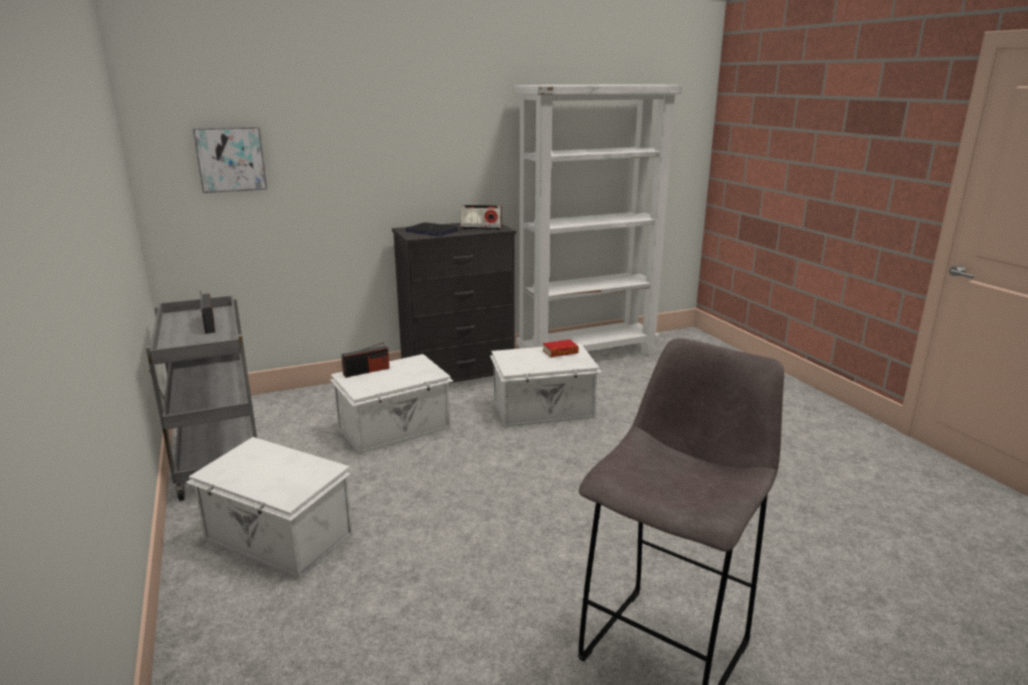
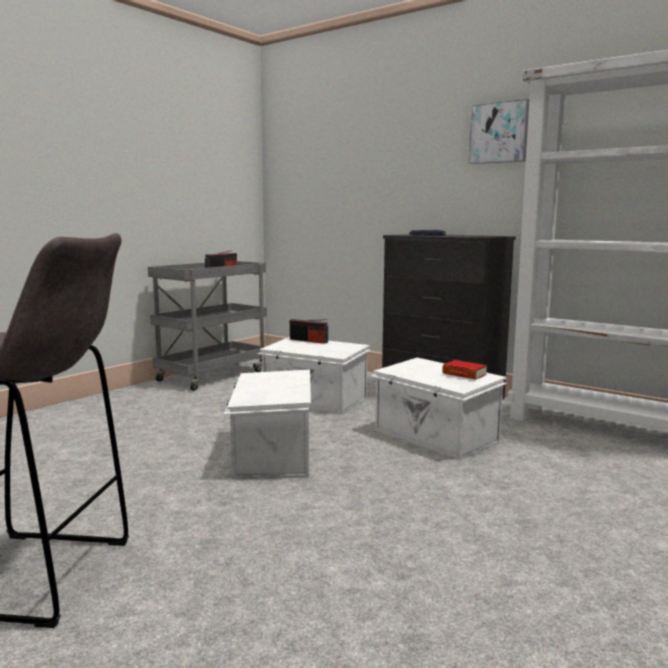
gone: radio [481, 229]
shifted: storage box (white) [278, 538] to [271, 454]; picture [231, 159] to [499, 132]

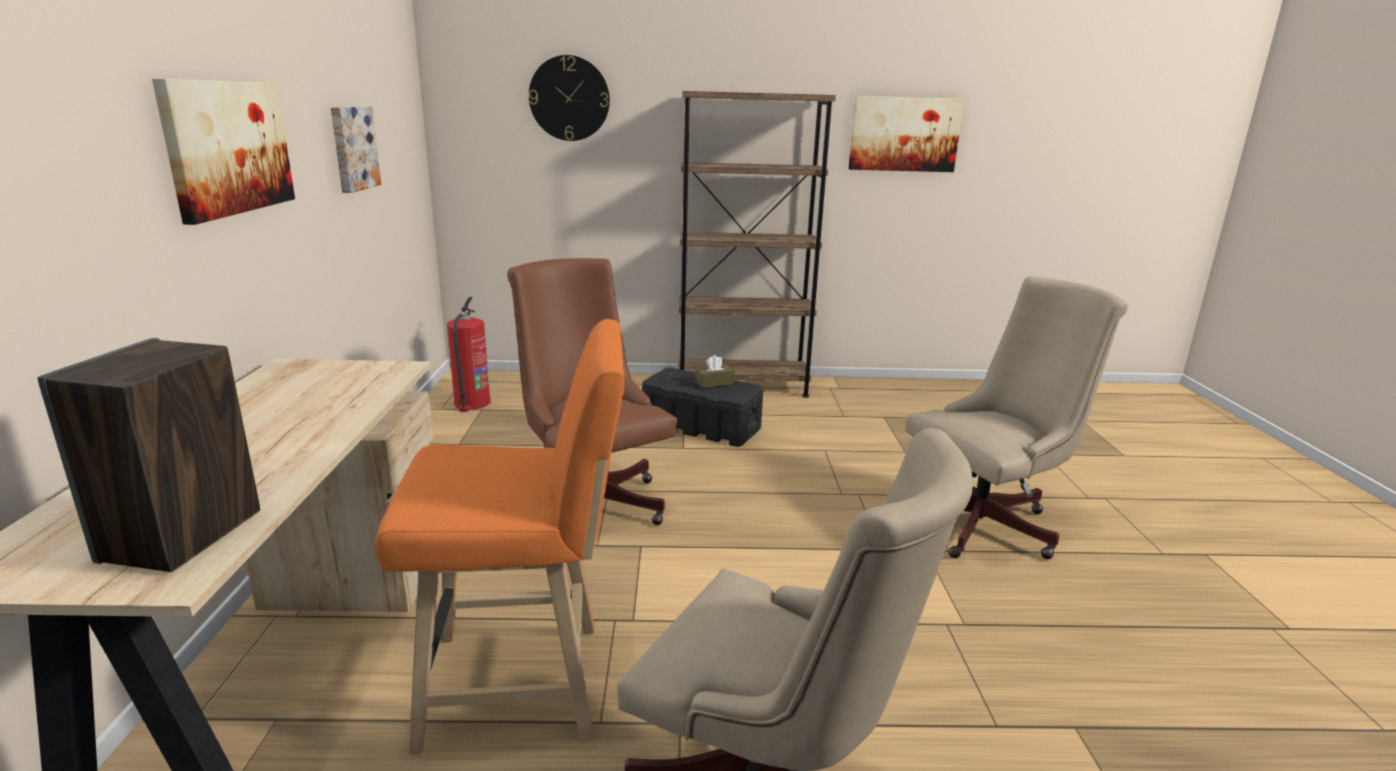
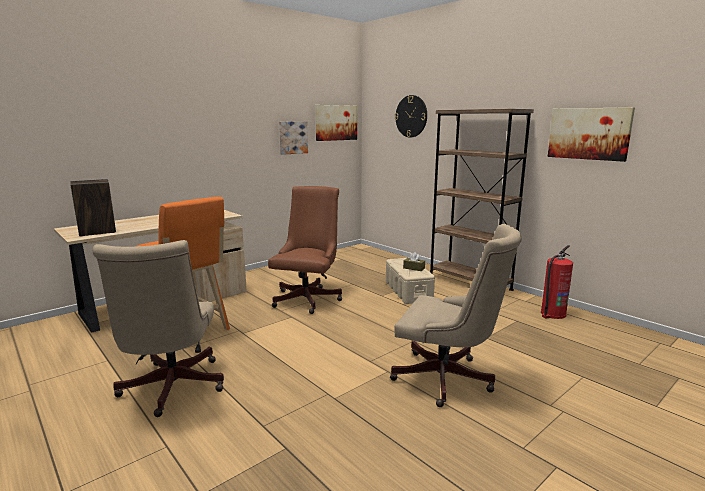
shifted: picture [227, 147] to [336, 122]; fire extinguisher [471, 403] to [552, 314]
repainted: storage box (black) [702, 426] to storage box (beige) [408, 291]

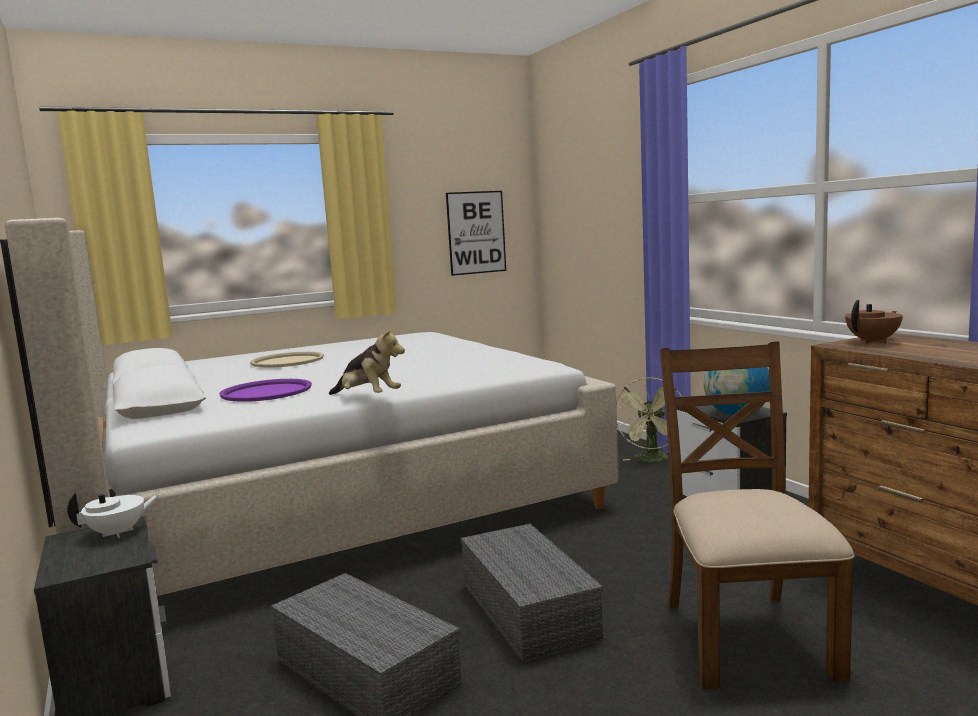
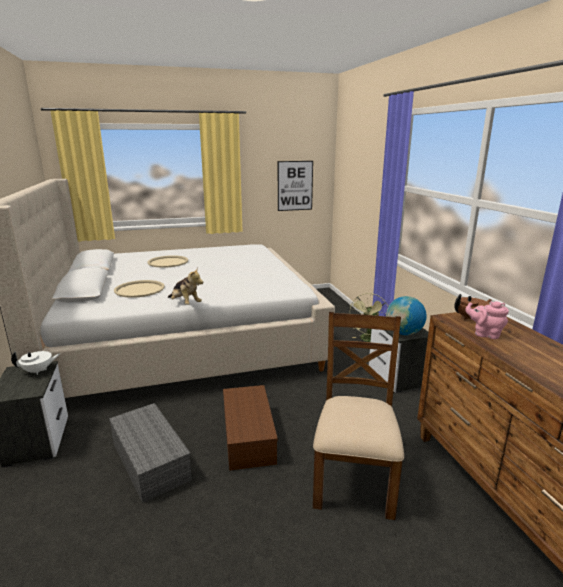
new: teapot (pink) [485, 334]
repainted: tray (purple) [266, 392] to tray (beige) [139, 289]; storage box (grey) [525, 610] to storage box (brown) [247, 435]

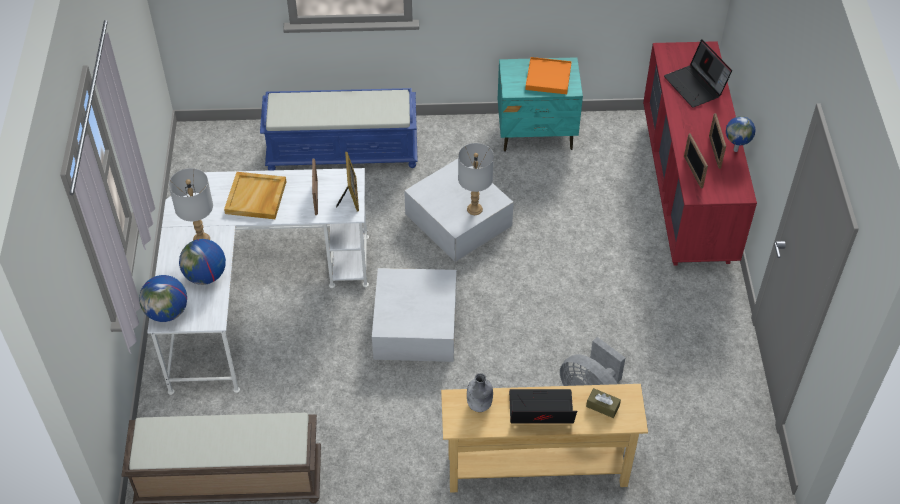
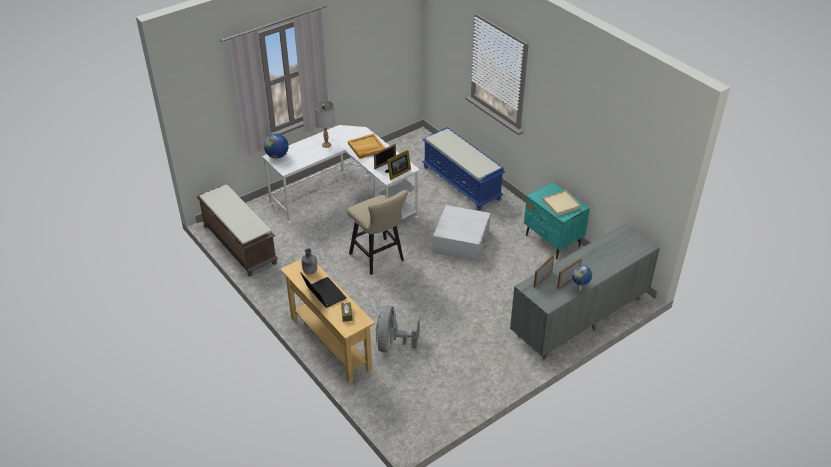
gone: globe [205, 276]; table lamp (grey) [474, 209]; laptop [696, 86]
swapped: storage box (white) [415, 325] to stool (beige) [379, 258]
repainted: tray (orange) [548, 77] to tray (beige) [561, 204]; dresser (red) [687, 190] to dresser (grey) [579, 317]

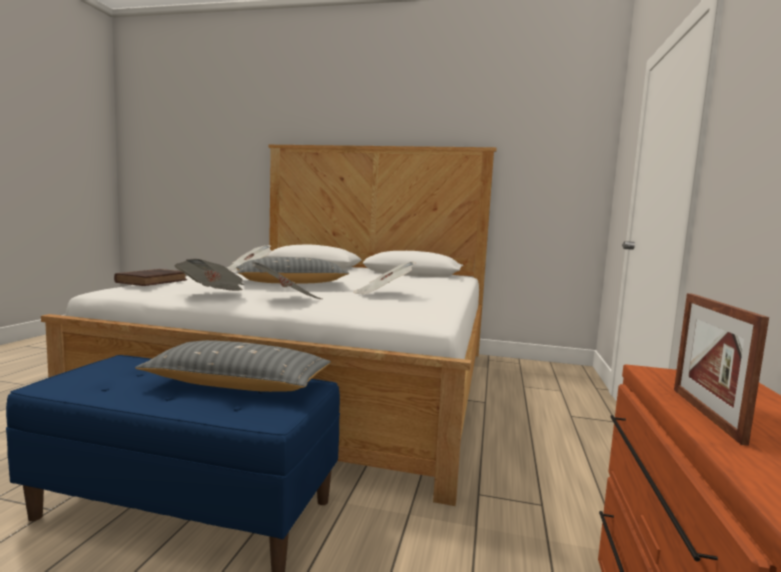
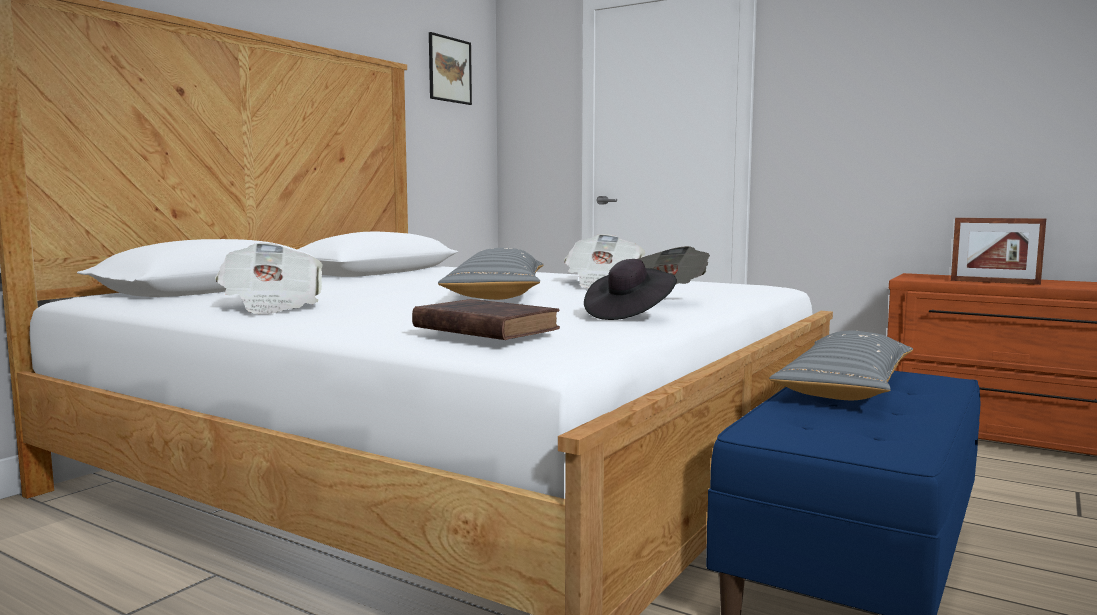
new: picture [449, 70]
swapped: newspaper [213, 294] to hat (black) [629, 314]

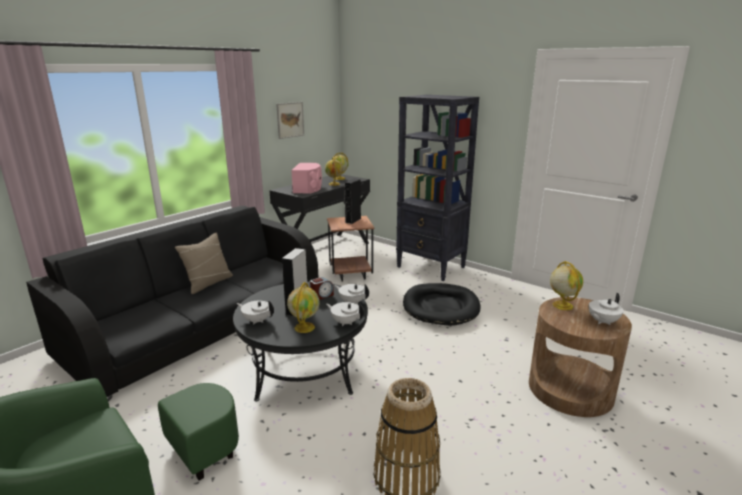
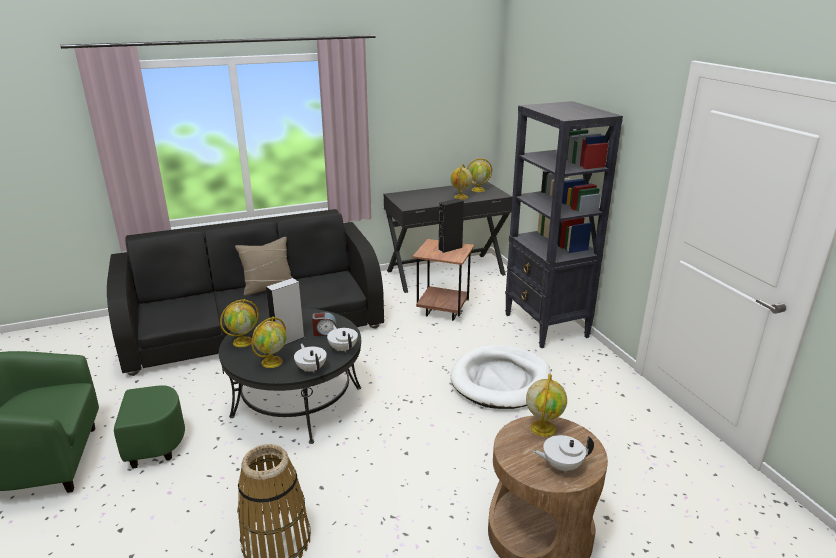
gone: picture [290, 120]; speaker (pink) [308, 188]
swapped: teapot (white) [257, 320] to globe [243, 341]
repainted: dog bed (black) [441, 307] to dog bed (white) [501, 380]

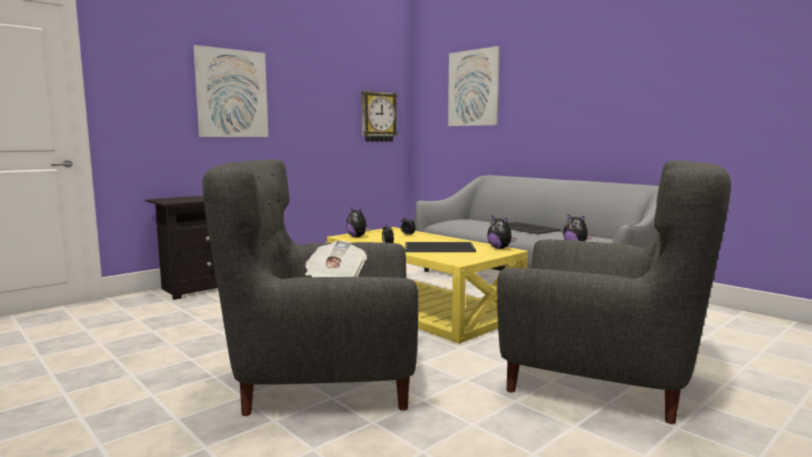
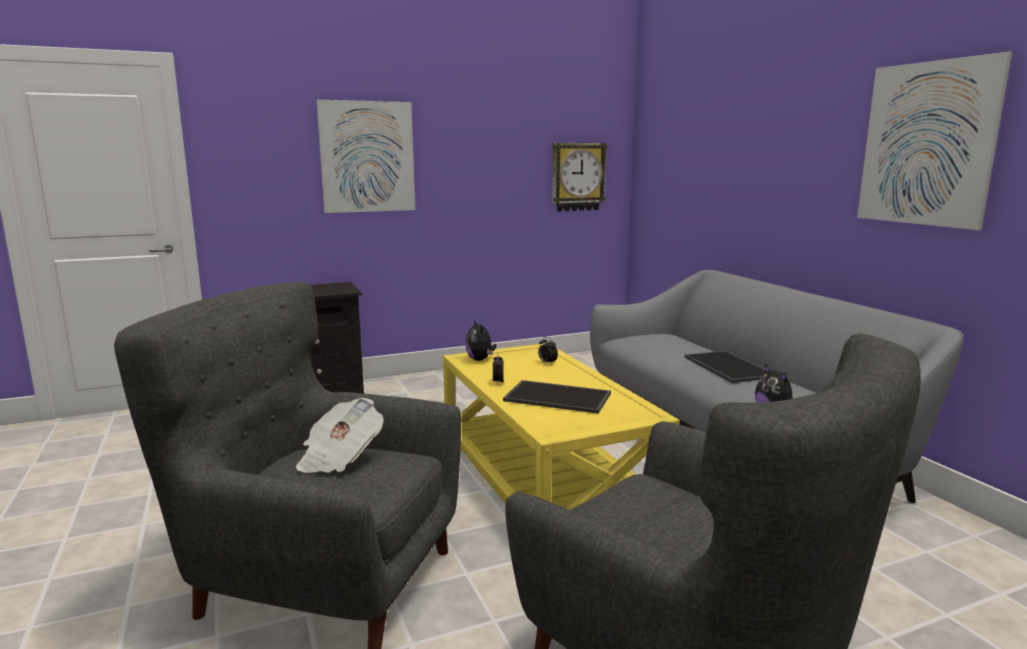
gone: plush toy [500, 248]
shifted: picture [473, 88] to [927, 144]

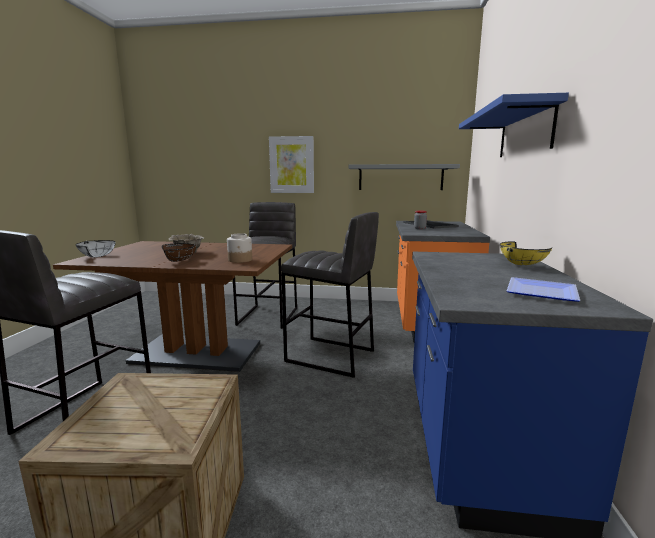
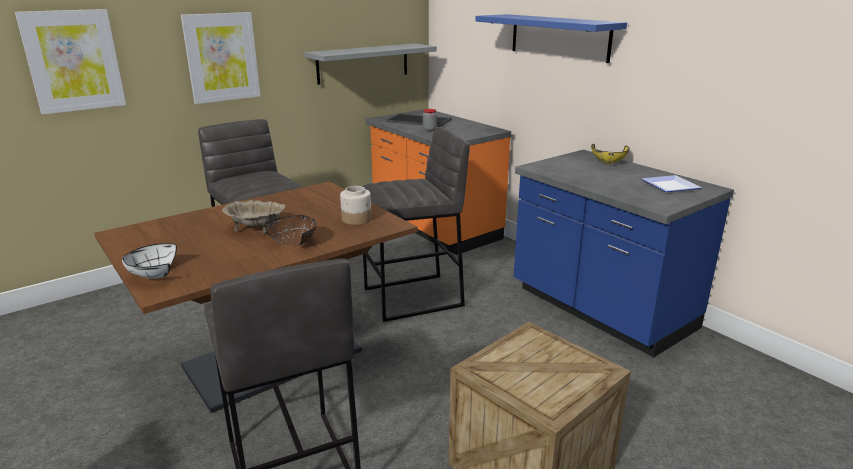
new: picture [73, 61]

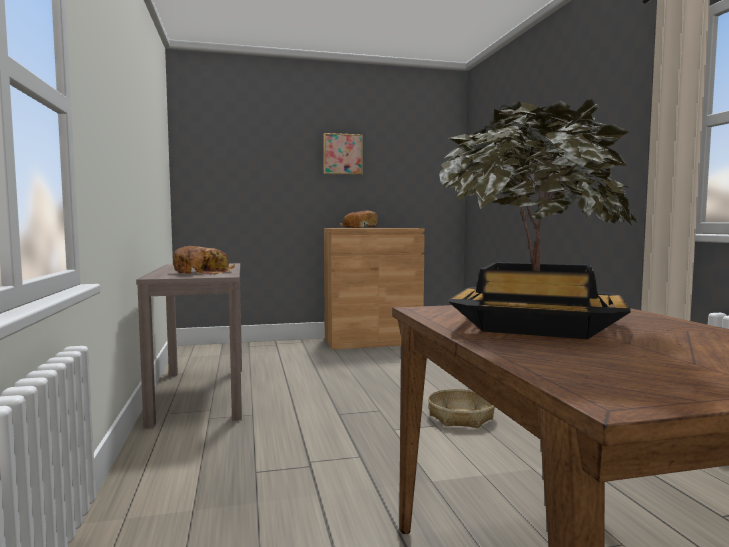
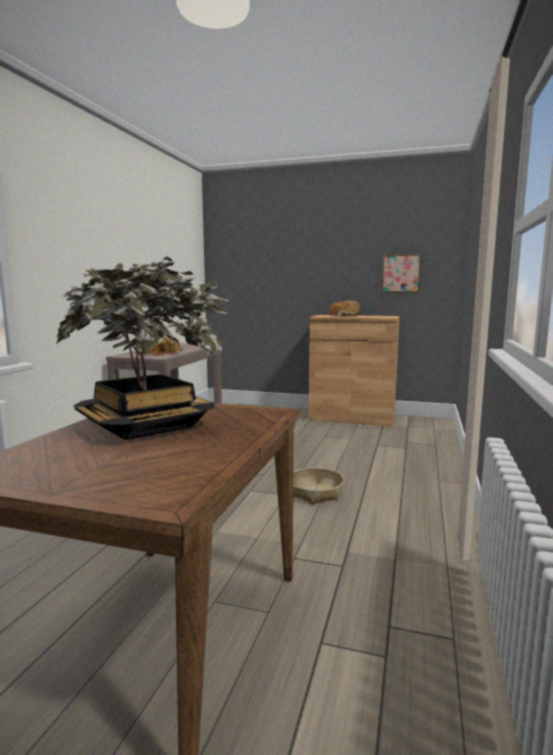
shifted: picture [342, 154] to [401, 273]

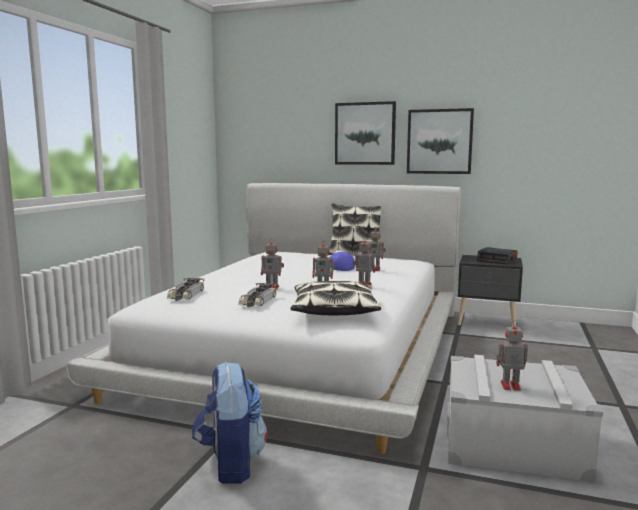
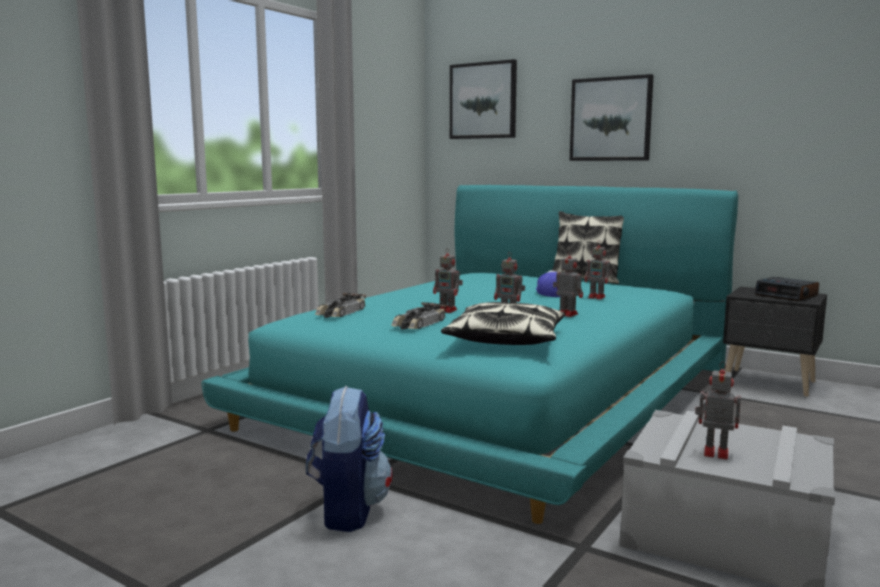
shifted: picture [439, 141] to [483, 100]
repainted: bed (white) [305, 348] to bed (turquoise) [499, 393]

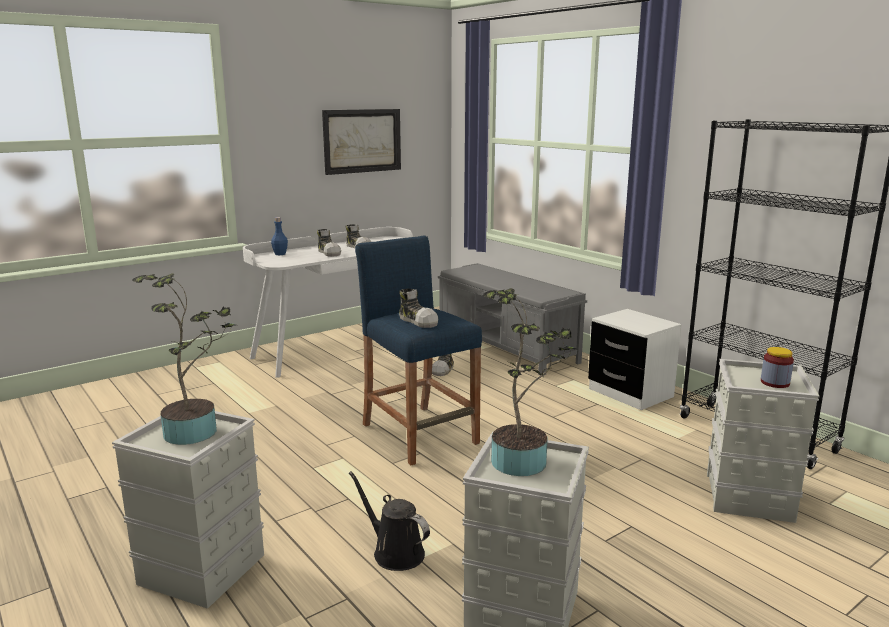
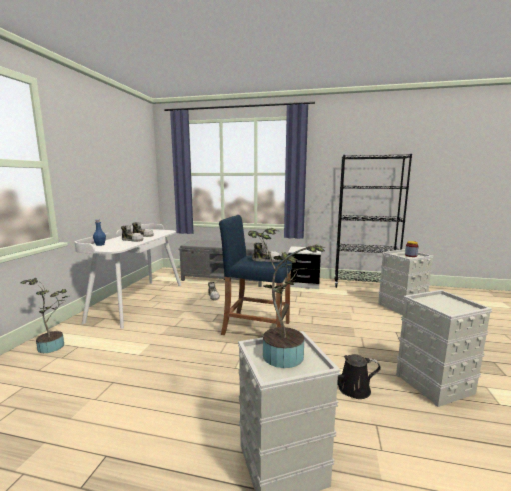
gone: picture [362, 141]
shifted: potted plant [524, 460] to [53, 345]

